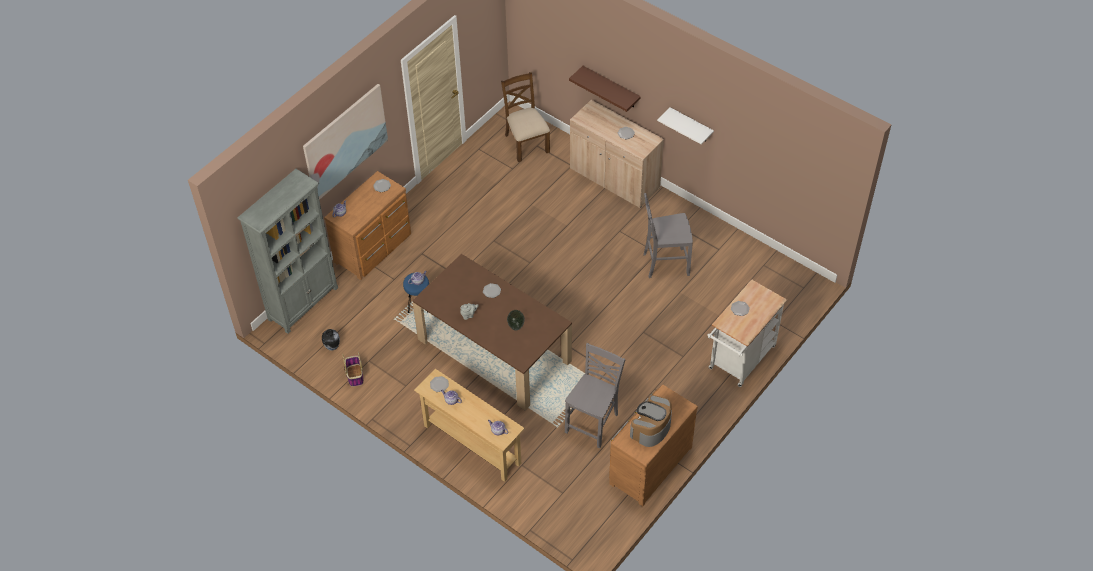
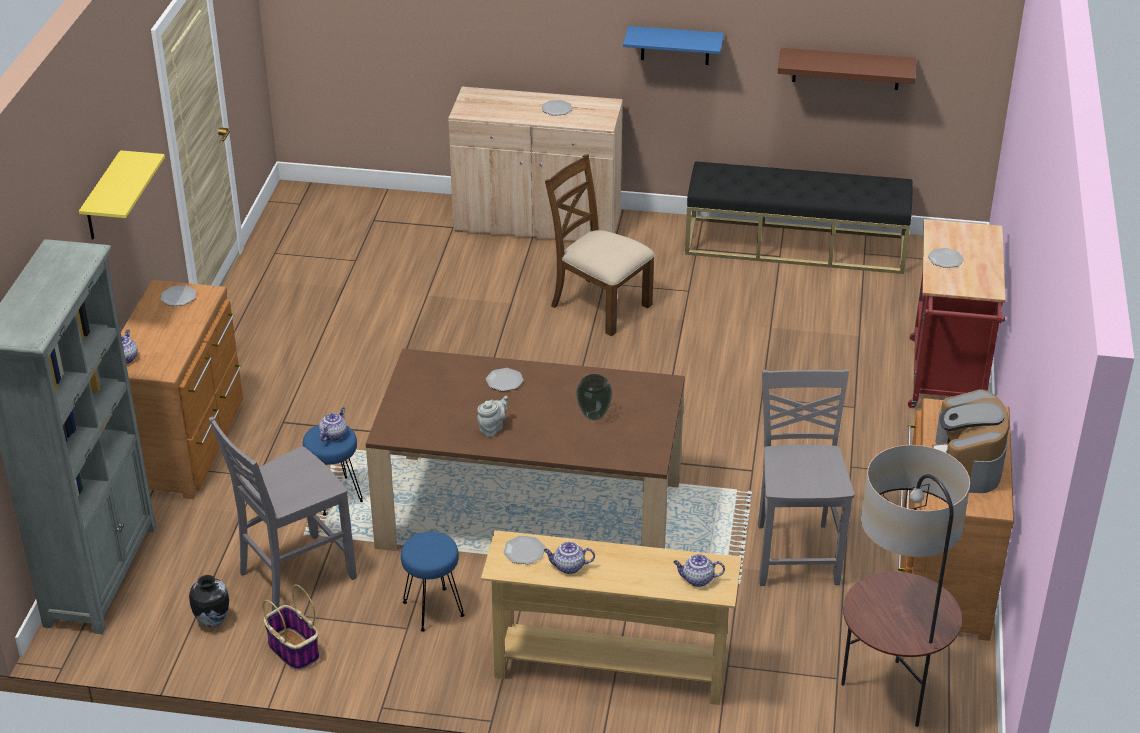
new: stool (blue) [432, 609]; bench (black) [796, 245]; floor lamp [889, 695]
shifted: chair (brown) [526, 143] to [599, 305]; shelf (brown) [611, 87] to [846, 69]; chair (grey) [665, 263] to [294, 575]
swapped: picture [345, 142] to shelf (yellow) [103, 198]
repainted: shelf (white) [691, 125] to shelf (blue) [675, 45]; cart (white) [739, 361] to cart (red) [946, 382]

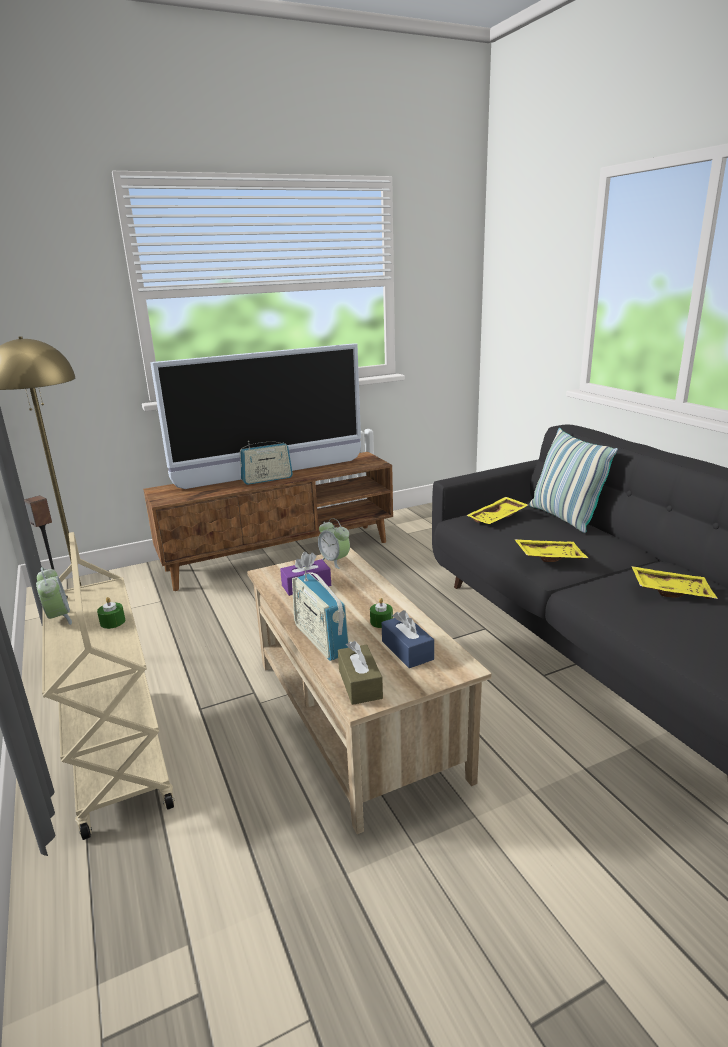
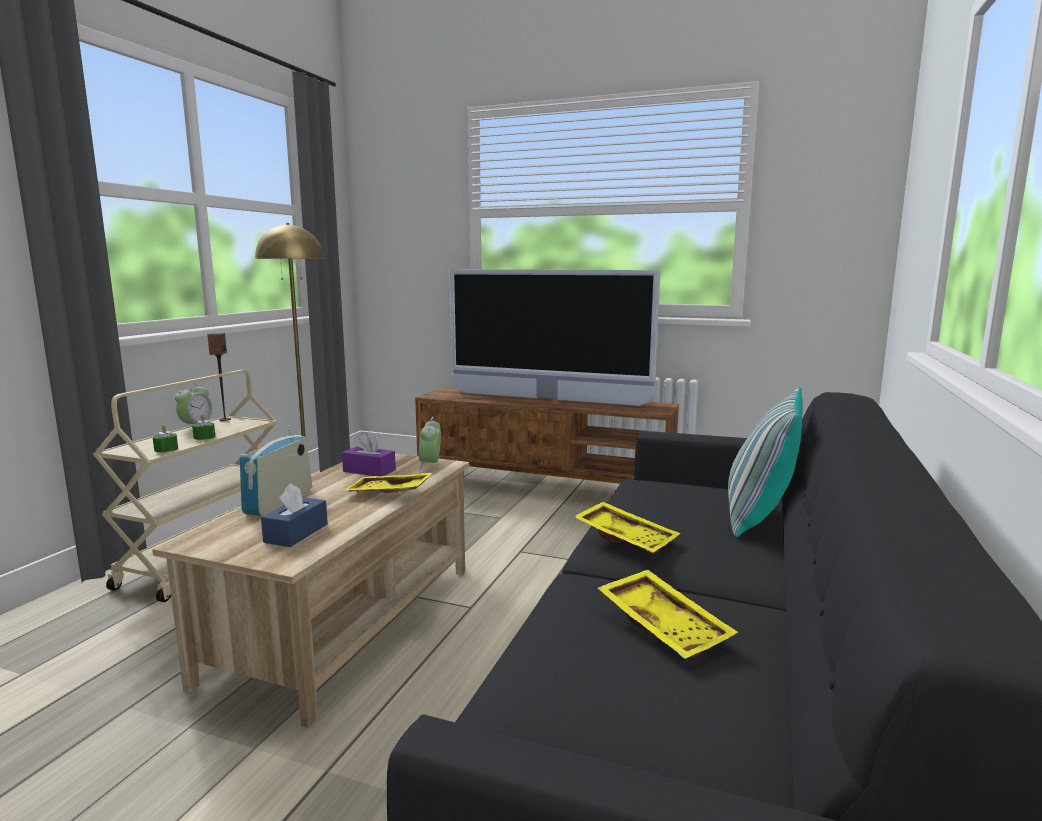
gone: radio [267, 479]; tissue box (brown) [360, 684]
shifted: candle (green) [381, 622] to [166, 449]; tray (yellow) [498, 518] to [388, 493]

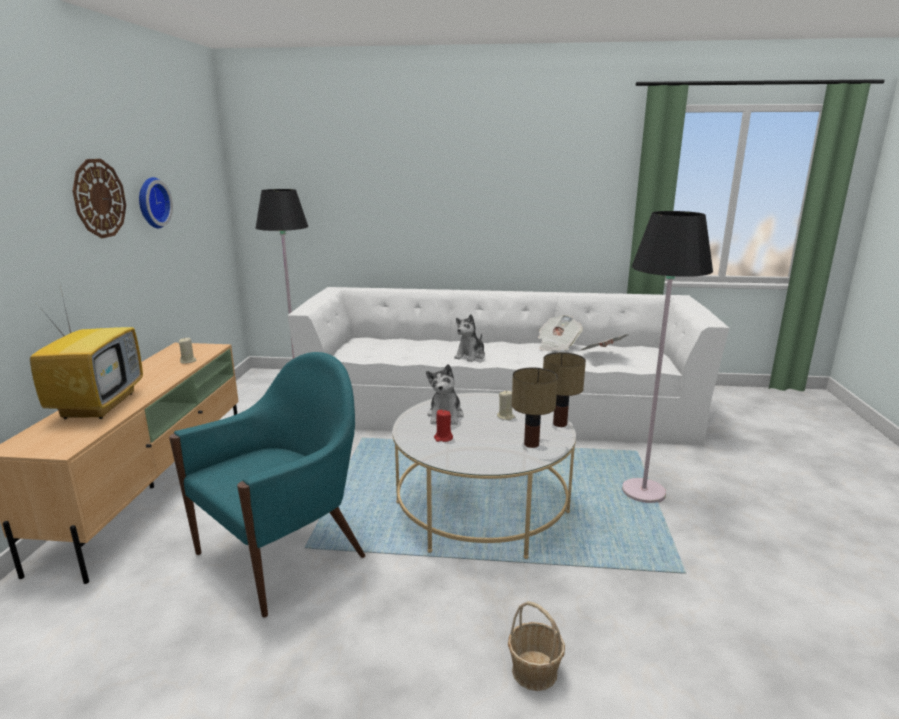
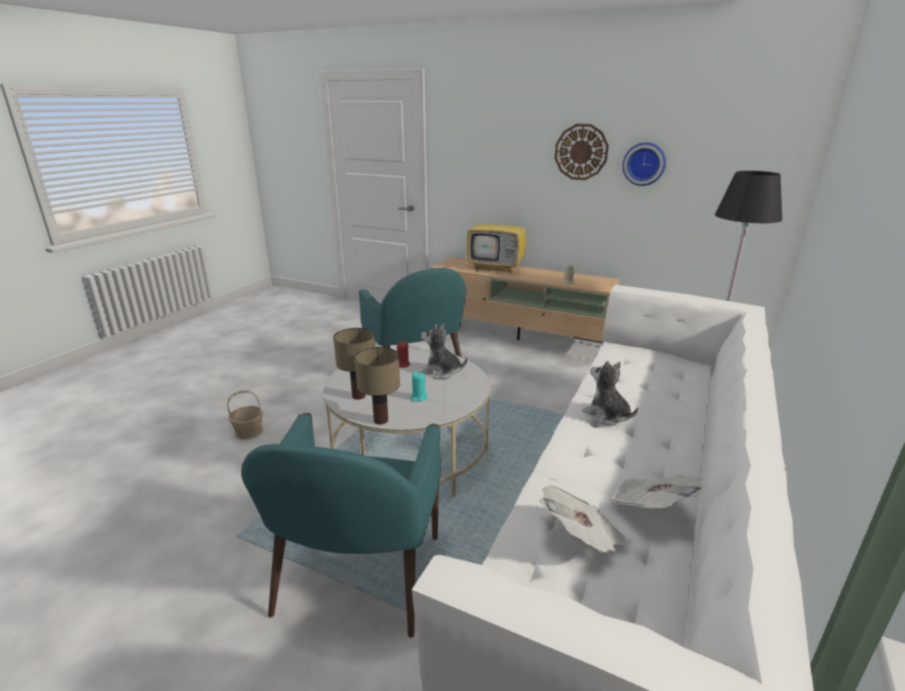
swapped: floor lamp (black) [643, 492] to armchair (turquoise) [358, 577]
repainted: candle (beige) [506, 416] to candle (turquoise) [418, 397]

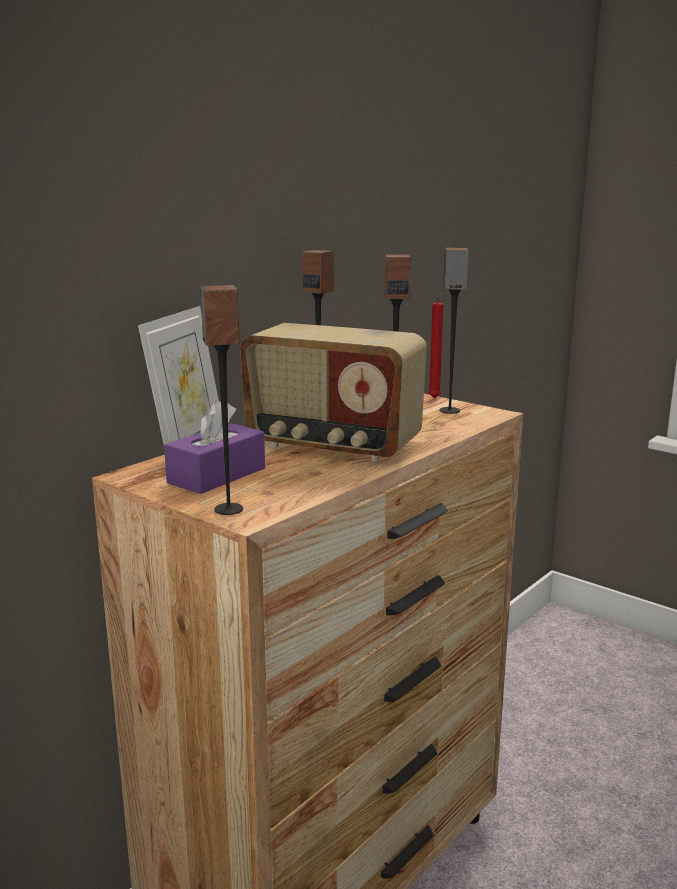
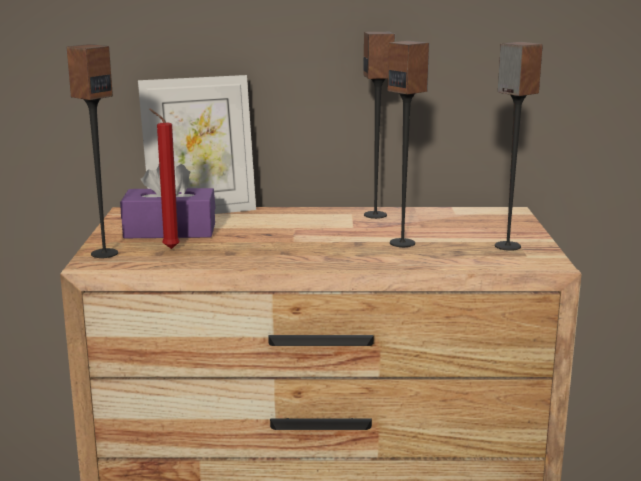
gone: radio [332, 446]
shifted: candle (red) [432, 398] to [168, 248]

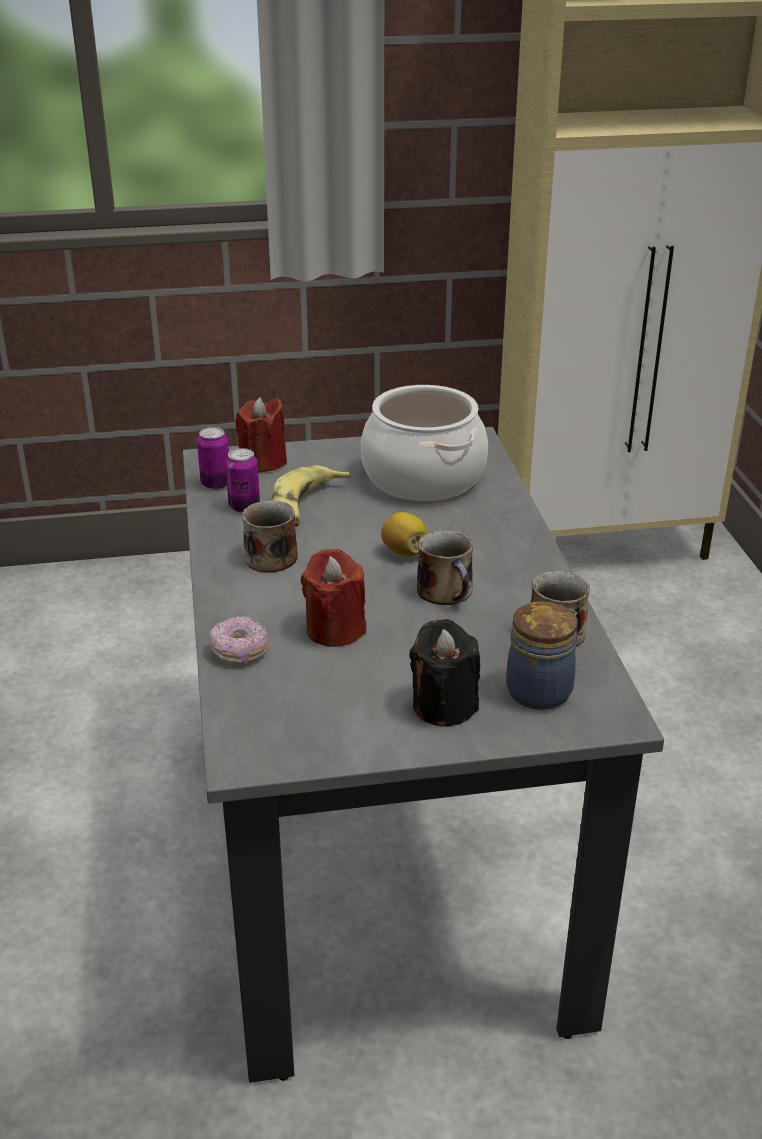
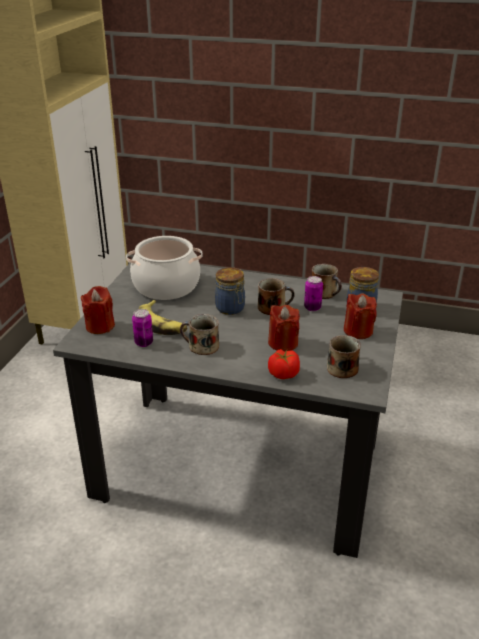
new: mug [342, 367]
shifted: can [216, 484] to [312, 308]
swapped: donut [240, 652] to tomato [283, 374]; lemon [404, 552] to jar [231, 309]
repainted: candle (black) [444, 706] to candle (red) [358, 331]

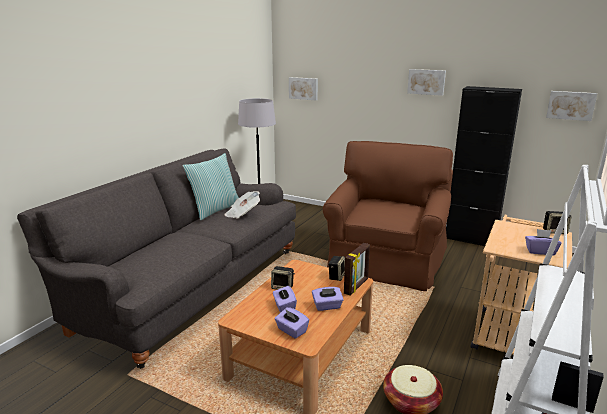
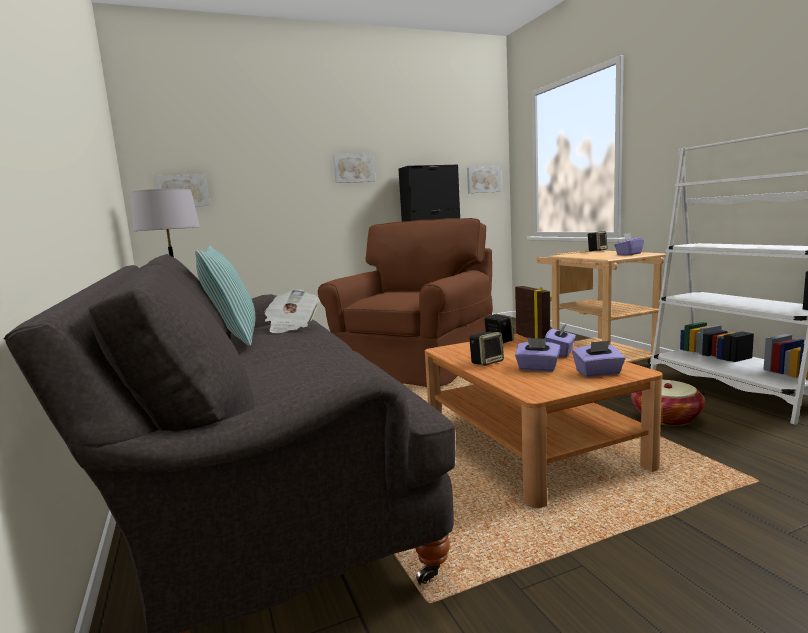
rotated: armchair (brown) [385, 260] = [412, 365] 60 degrees clockwise

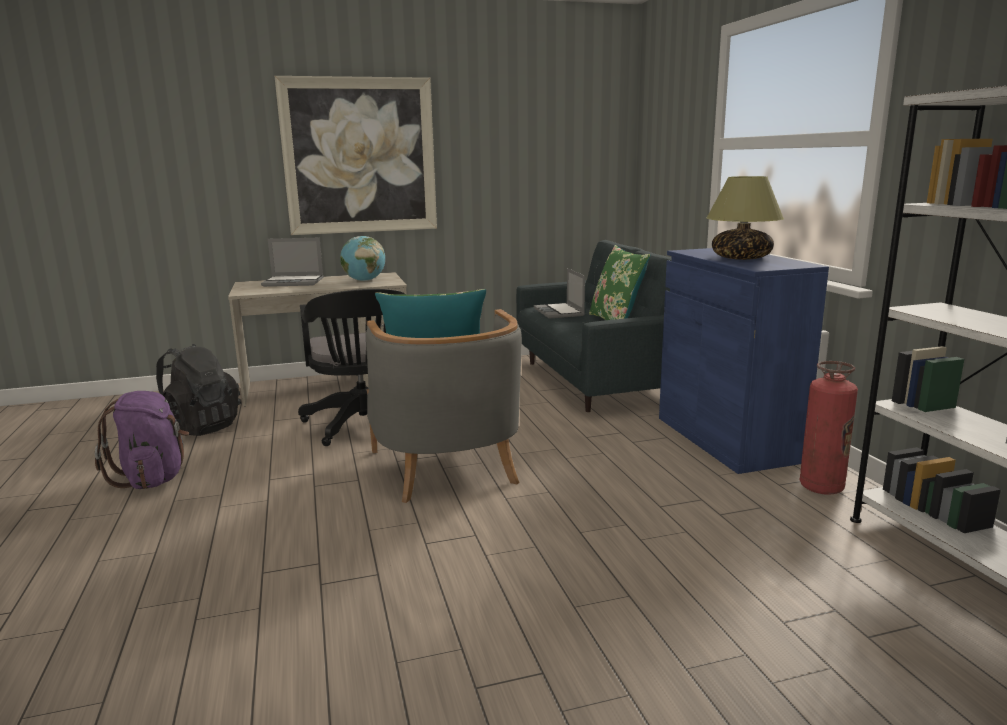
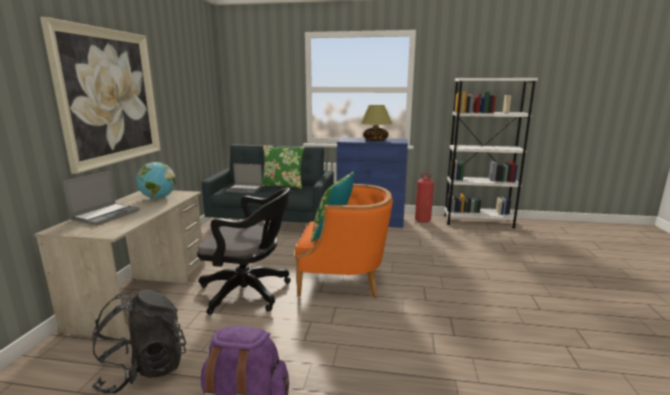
repainted: armchair (grey) [447, 467] to armchair (orange) [343, 279]

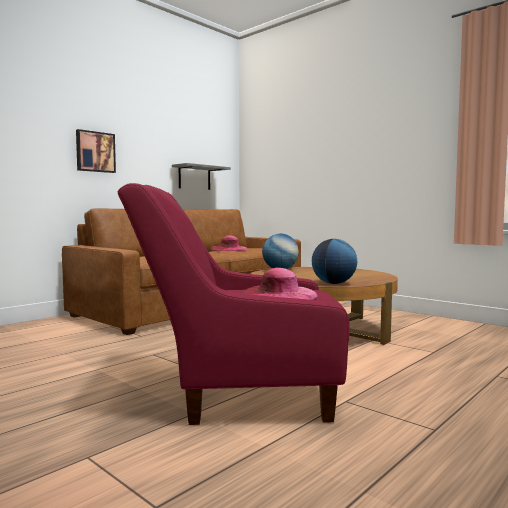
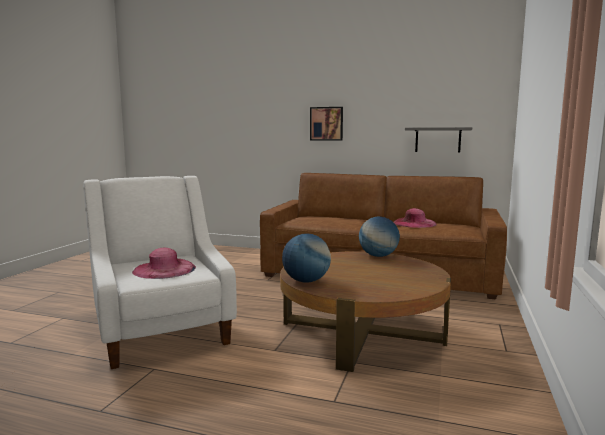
repainted: armchair (red) [239, 391] to armchair (white) [162, 331]

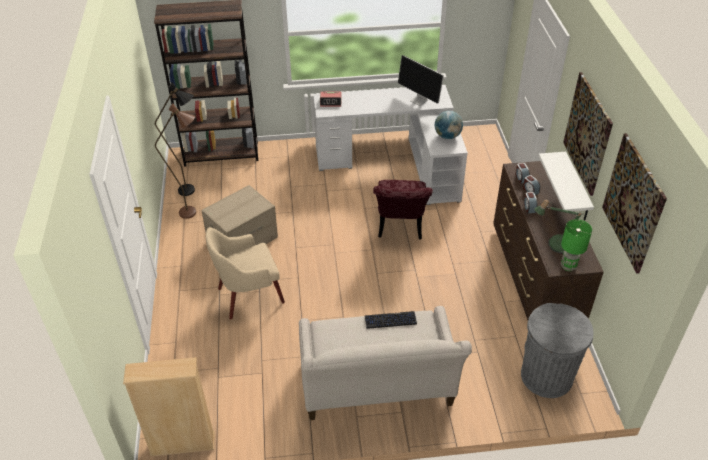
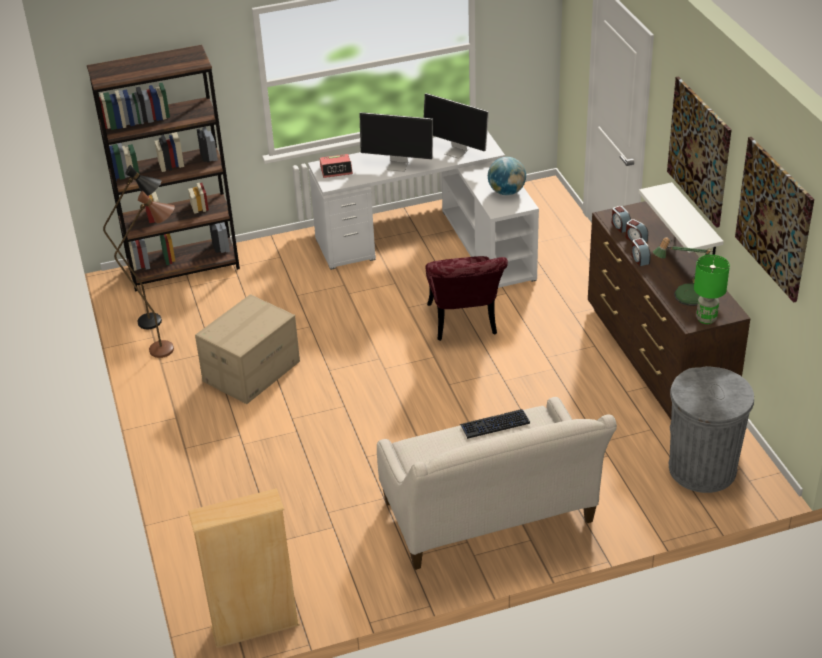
gone: armchair (beige) [248, 296]
new: monitor [398, 165]

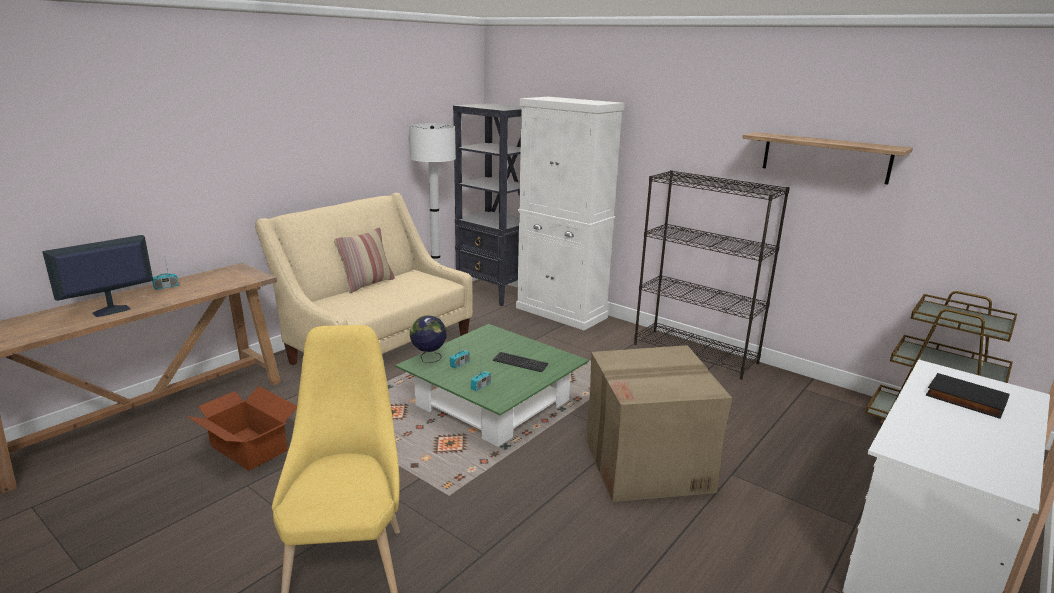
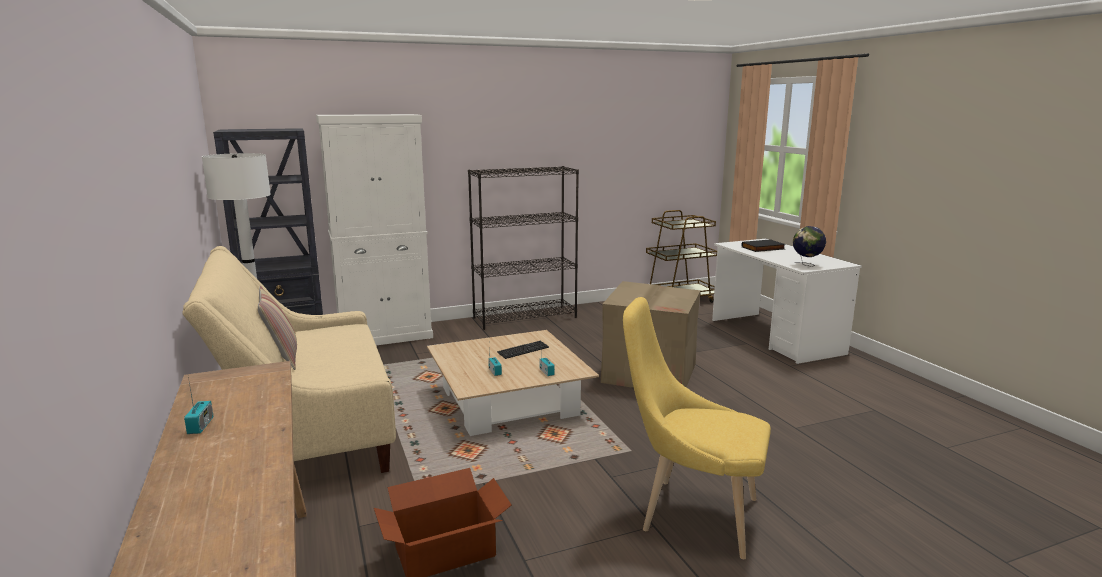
gone: monitor [110, 311]; shelf [825, 157]
shifted: globe [429, 359] to [806, 265]
repainted: coffee table (green) [493, 402] to coffee table (beige) [507, 401]

